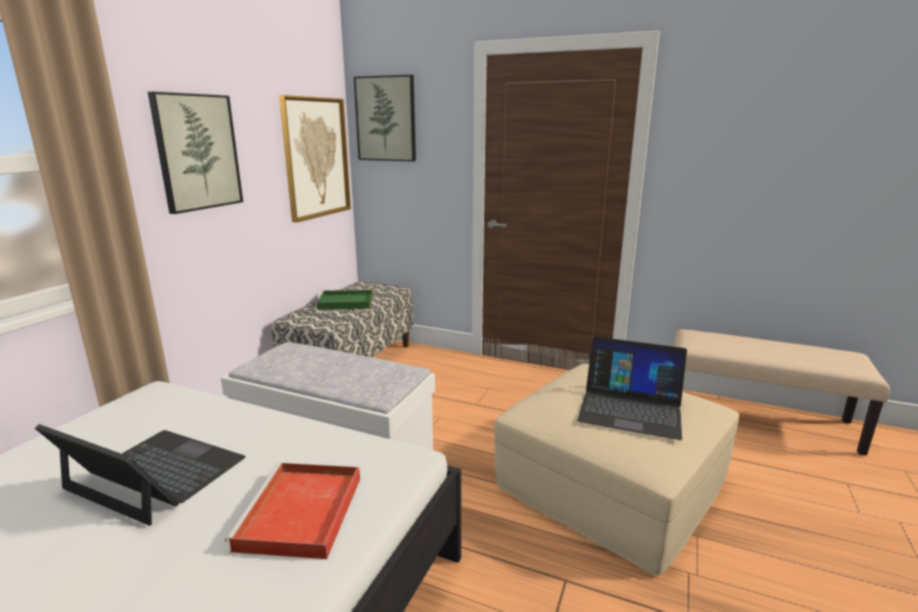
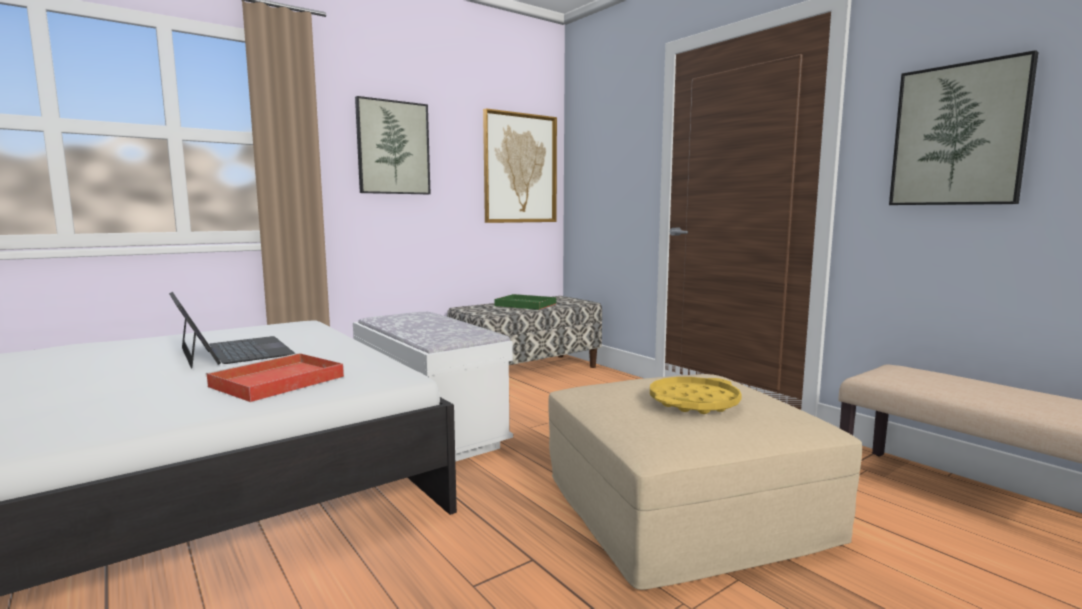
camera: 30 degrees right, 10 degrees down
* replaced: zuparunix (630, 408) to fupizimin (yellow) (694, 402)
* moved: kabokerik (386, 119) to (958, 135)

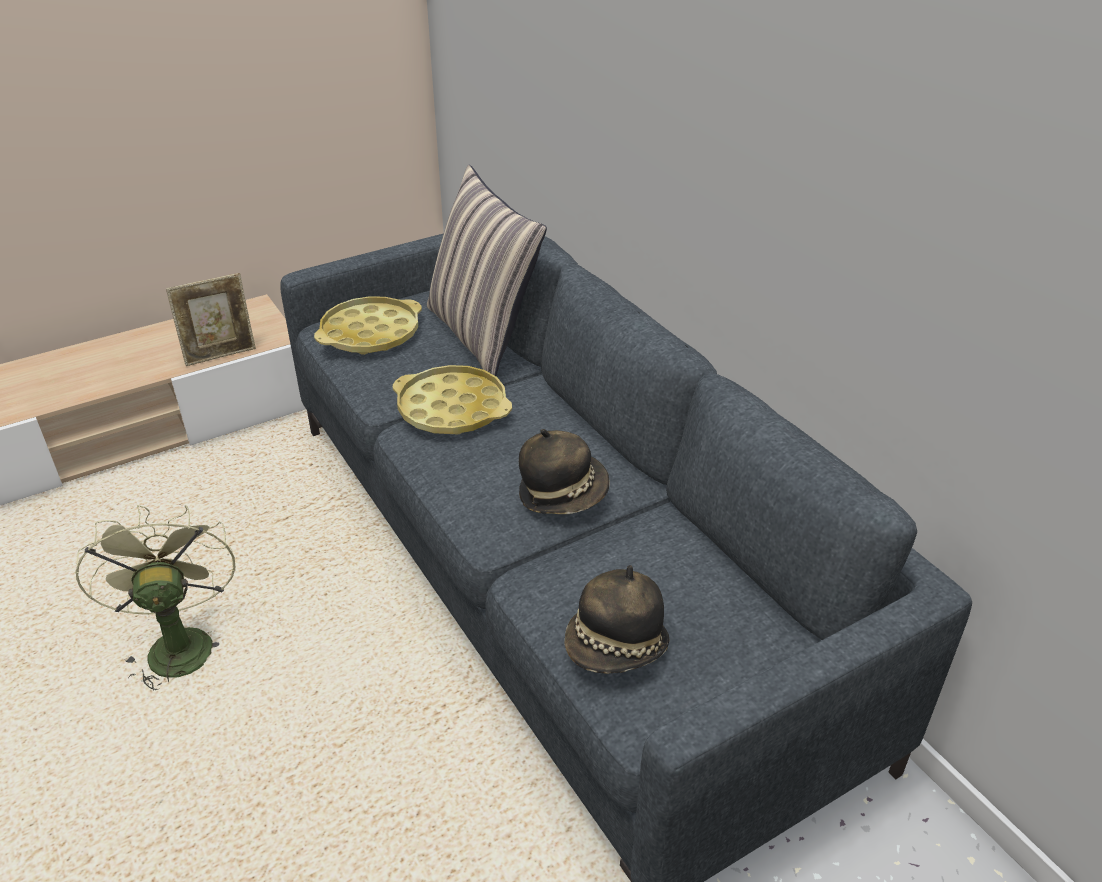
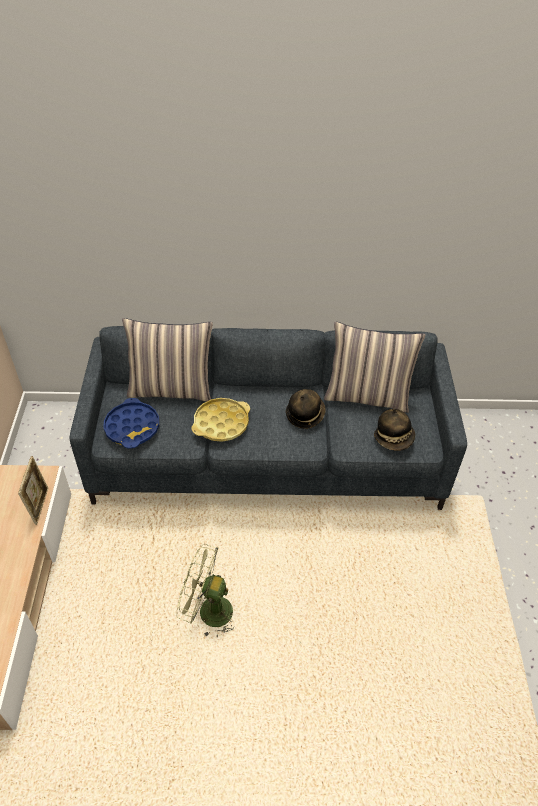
camera: 60 degrees left, 10 degrees up
* recoloured: fupizimin (yellow) (370, 333) to fupizimin (blue) (132, 427)
* added: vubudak (367, 395)

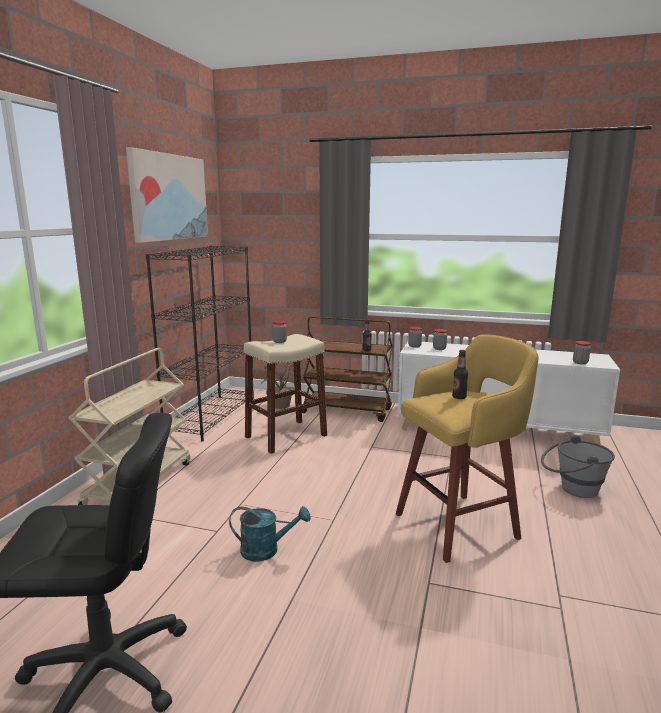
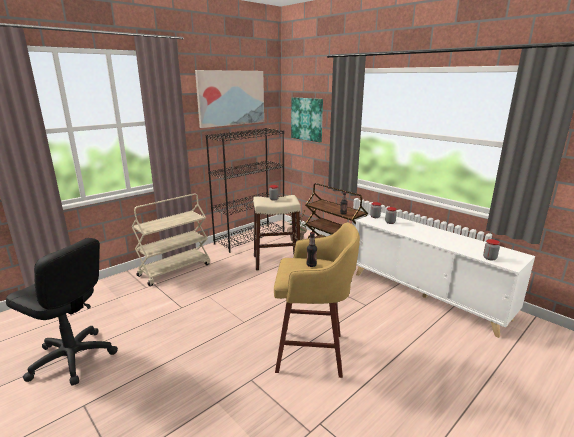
camera: 30 degrees right, 5 degrees up
* added: kabokerik (307, 119)
* removed: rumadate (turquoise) (266, 550)
* removed: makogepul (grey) (572, 489)

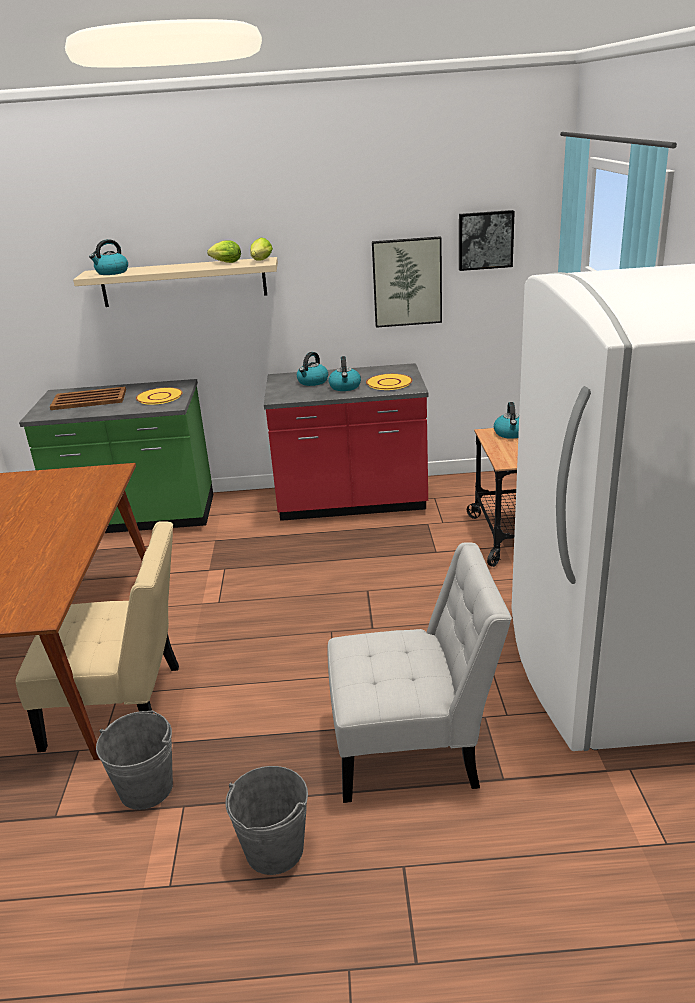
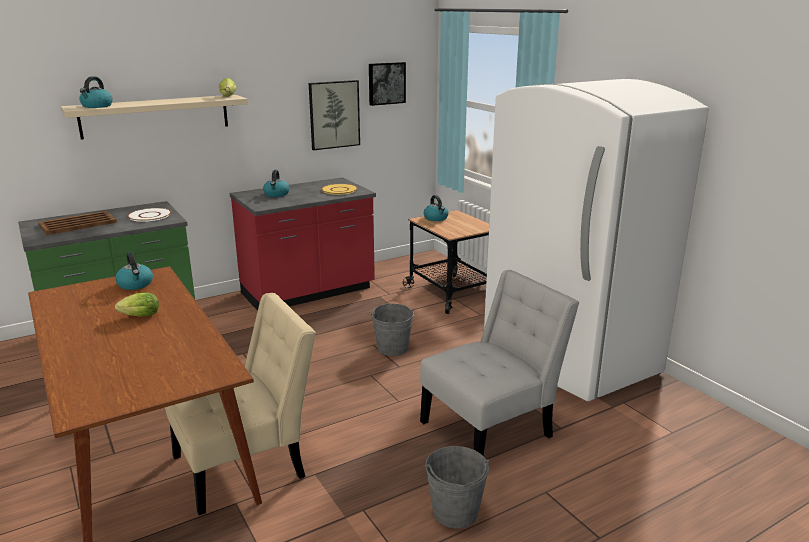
camera: 30 degrees left, 5 degrees down
* moved: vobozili (345, 387) to (135, 284)
* moved: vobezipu (224, 263) to (138, 316)
* recoloured: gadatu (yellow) (160, 397) to gadatu (white) (150, 215)
* moved: makogepul (grey) (146, 788) to (392, 348)

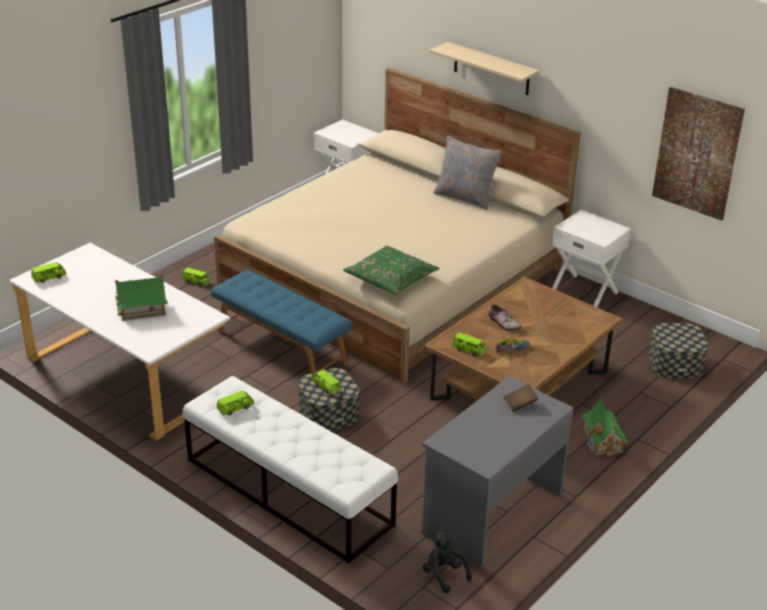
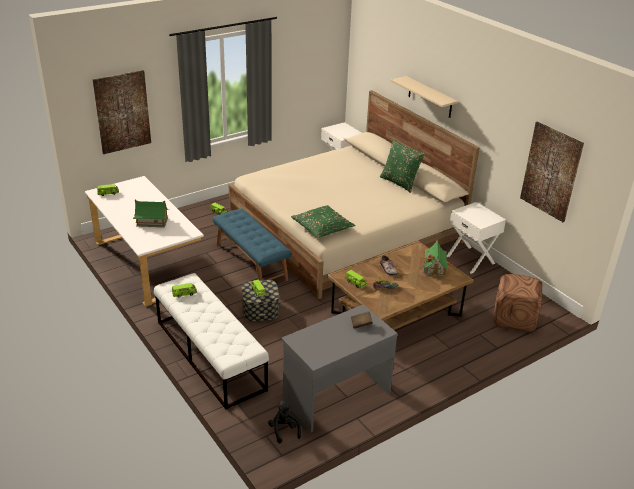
camera: 15 degrees right, 0 degrees up
* added: kabokerik (122, 112)
* recoloured: vubudak (grey) (465, 197) to vubudak (green) (400, 182)
* moved: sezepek (602, 440) to (434, 267)
* replaced: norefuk (675, 364) to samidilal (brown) (513, 319)

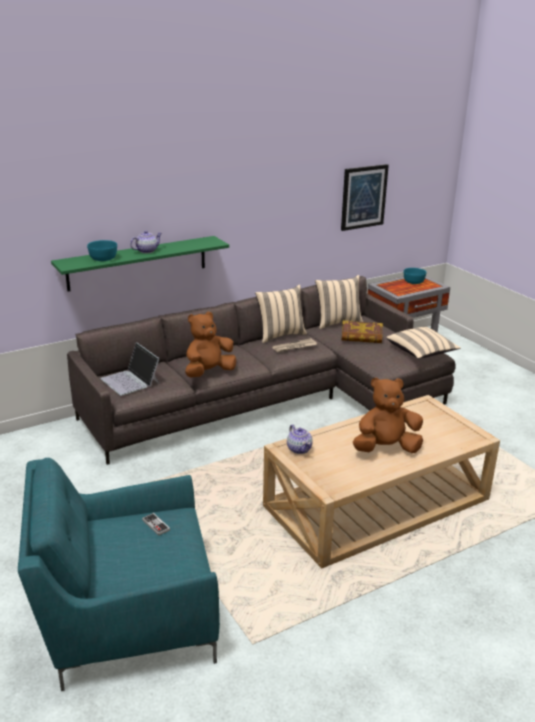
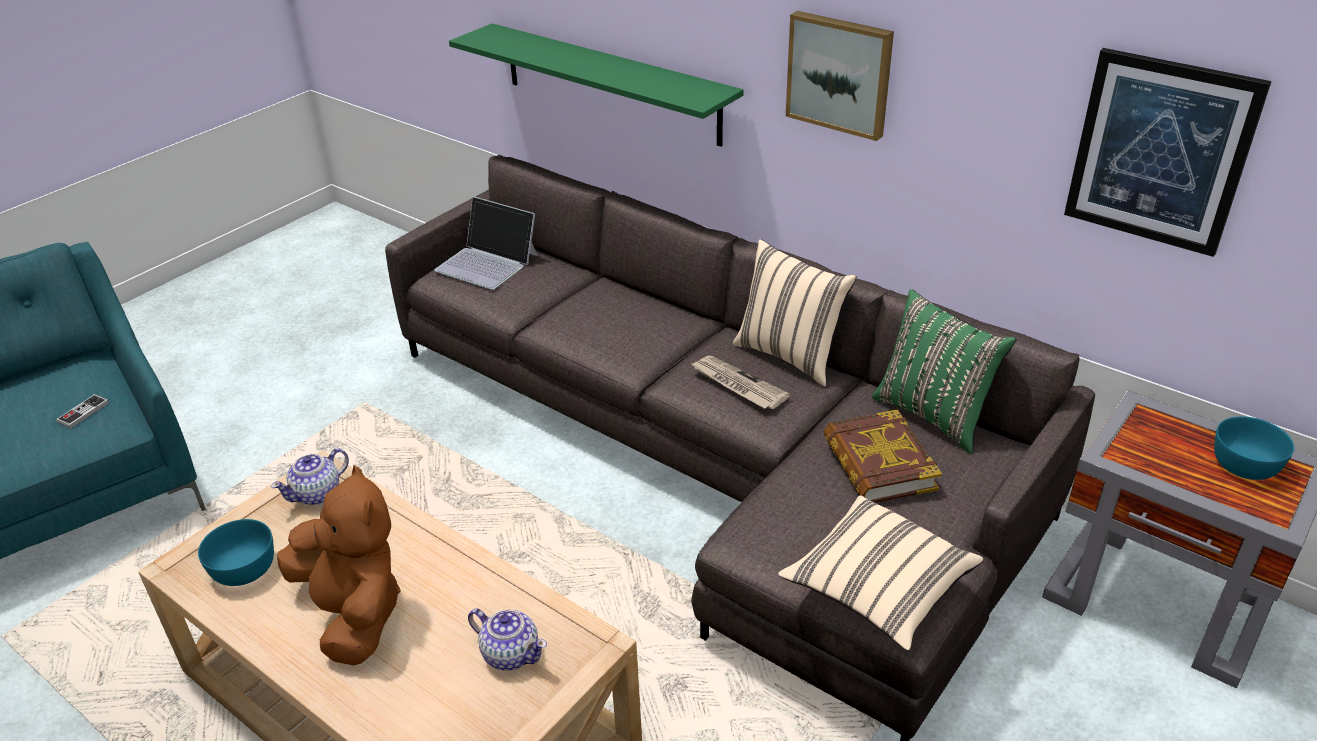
camera: 70 degrees right, 10 degrees up
* moved: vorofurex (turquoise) (103, 258) to (242, 569)
* turned: zuparunix (131, 381) = (488, 262) 90 degrees counterclockwise
* moved: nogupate (146, 251) to (510, 653)
* added: kabokerik (840, 73)
* recoloured: vubudak (beige) (337, 322) to vubudak (green) (934, 415)
* removed: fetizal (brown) (208, 372)

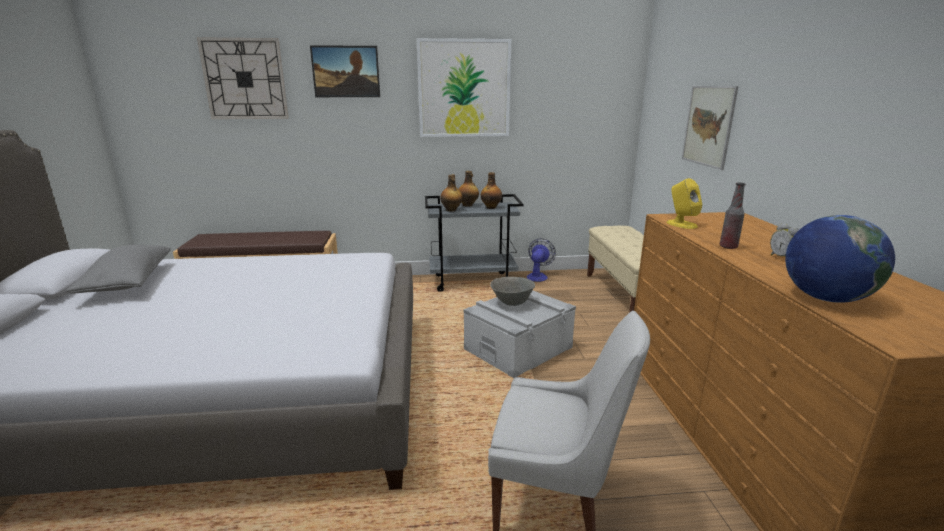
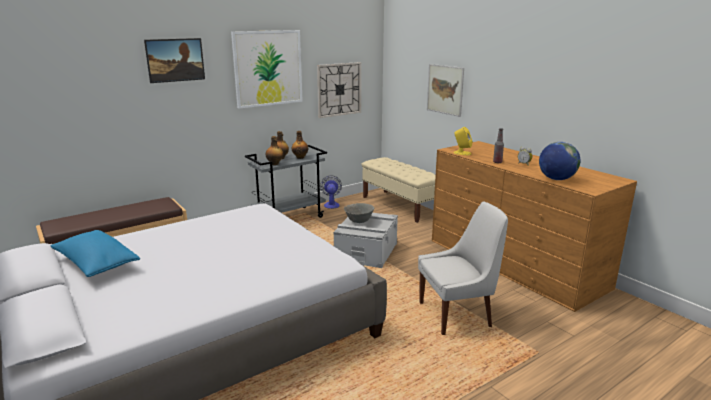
camera: 30 degrees left, 0 degrees up
* recoloured: vubudak (grey) (128, 283) to vubudak (blue) (96, 264)
* moved: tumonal (245, 79) to (339, 89)

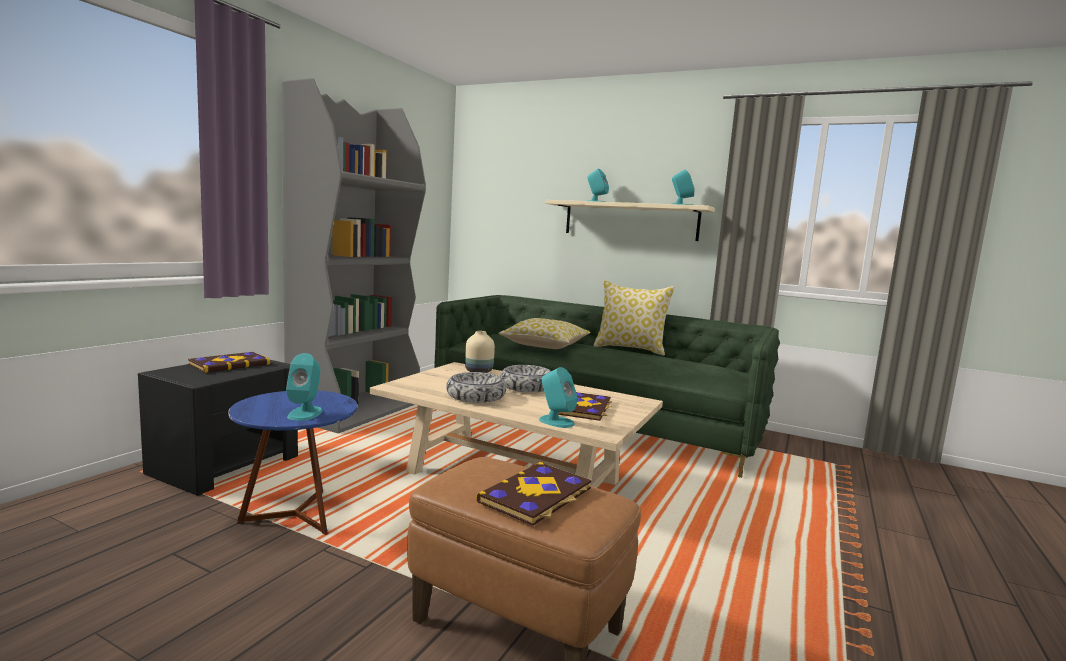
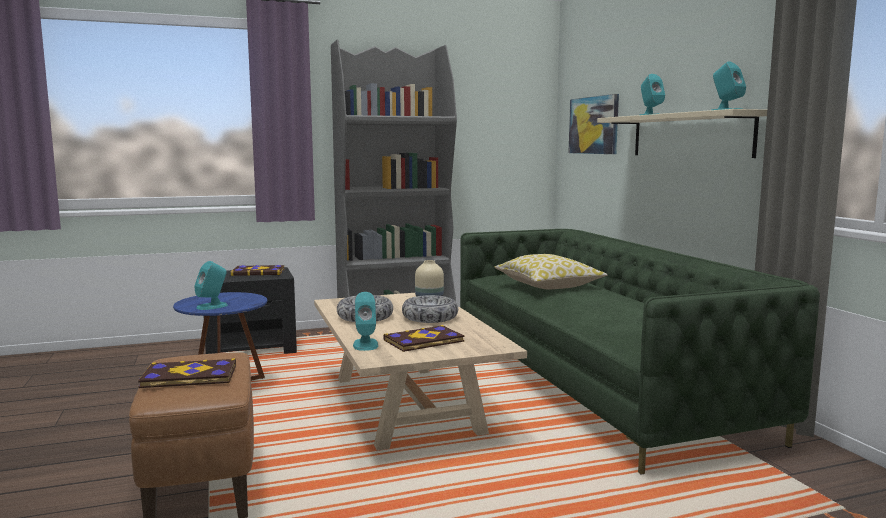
camera: 45 degrees right, 0 degrees up
* added: kabokerik (594, 125)
* removed: vubudak (630, 349)

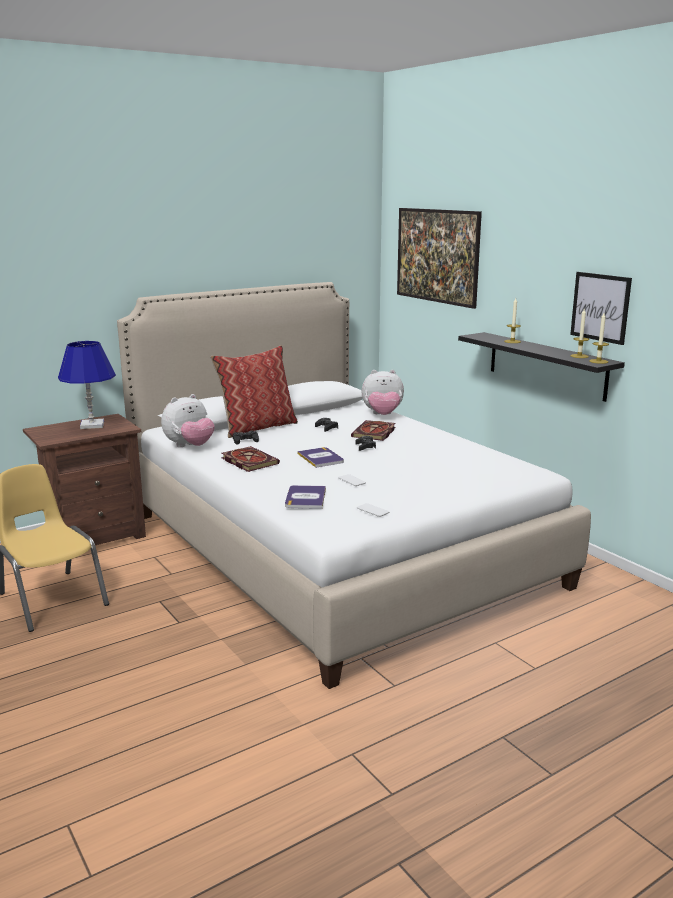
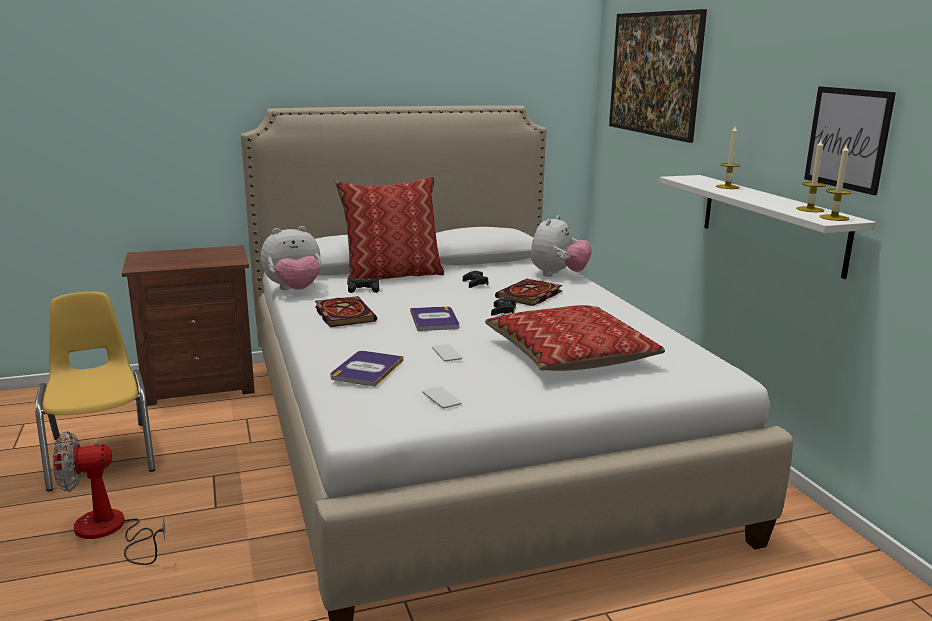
camera: 15 degrees right, 0 degrees up
* added: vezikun (110, 531)
* added: vubudak (570, 354)
* turned: fetizal (382, 415) = (558, 275) 75 degrees counterclockwise
* recoloured: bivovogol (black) (546, 365) to bivovogol (white) (771, 222)
* removed: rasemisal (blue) (92, 425)

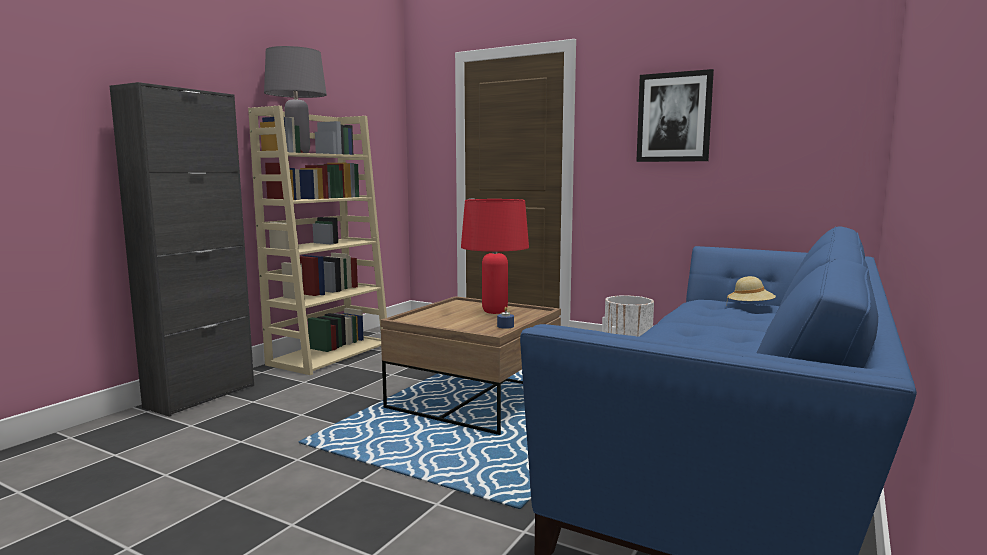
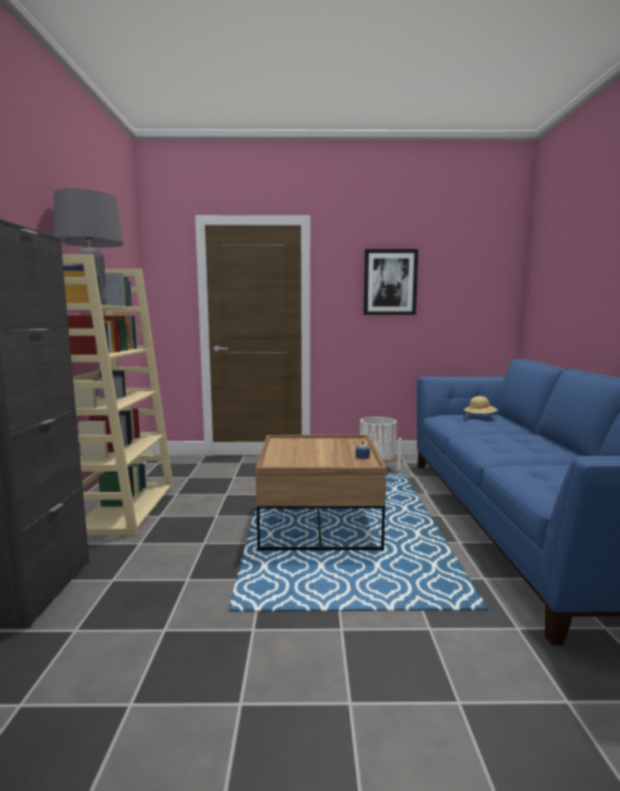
camera: 30 degrees left, 0 degrees up
* removed: rasemisal (red) (494, 311)

